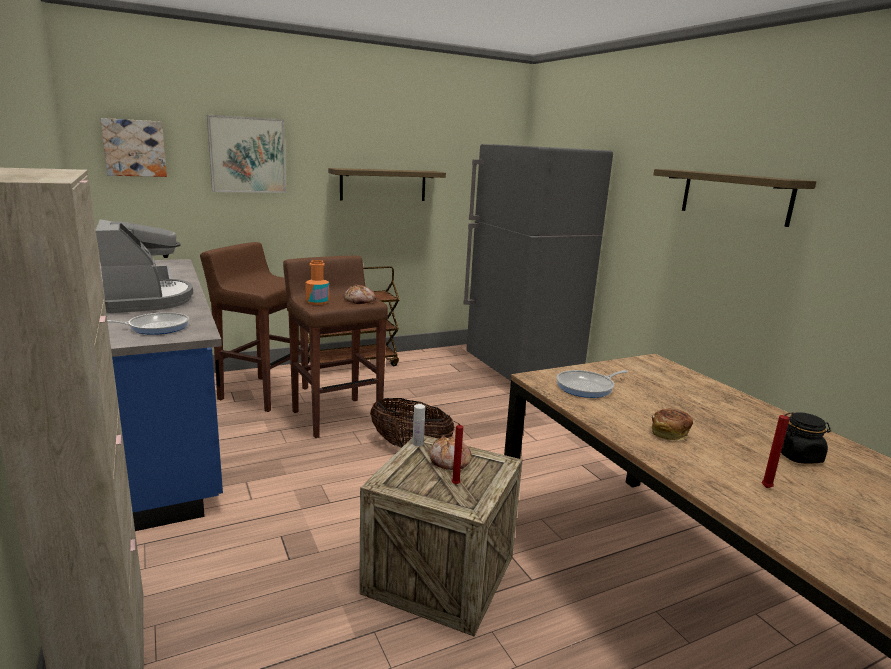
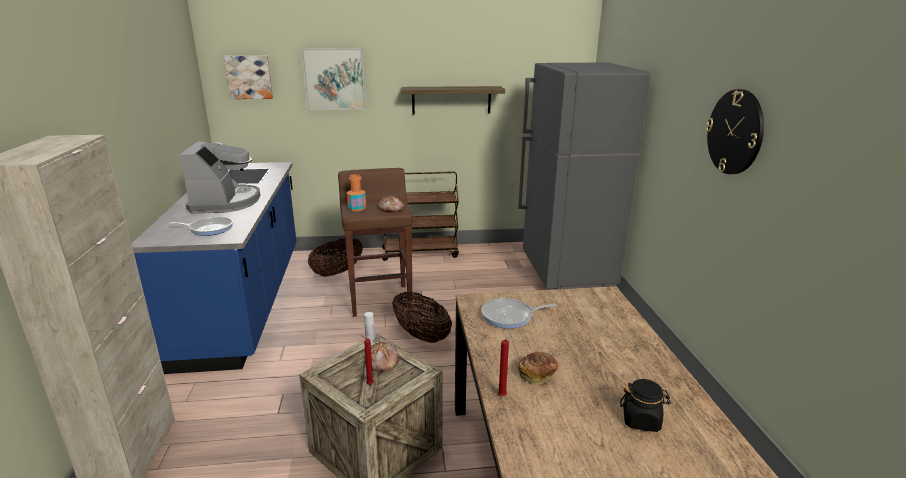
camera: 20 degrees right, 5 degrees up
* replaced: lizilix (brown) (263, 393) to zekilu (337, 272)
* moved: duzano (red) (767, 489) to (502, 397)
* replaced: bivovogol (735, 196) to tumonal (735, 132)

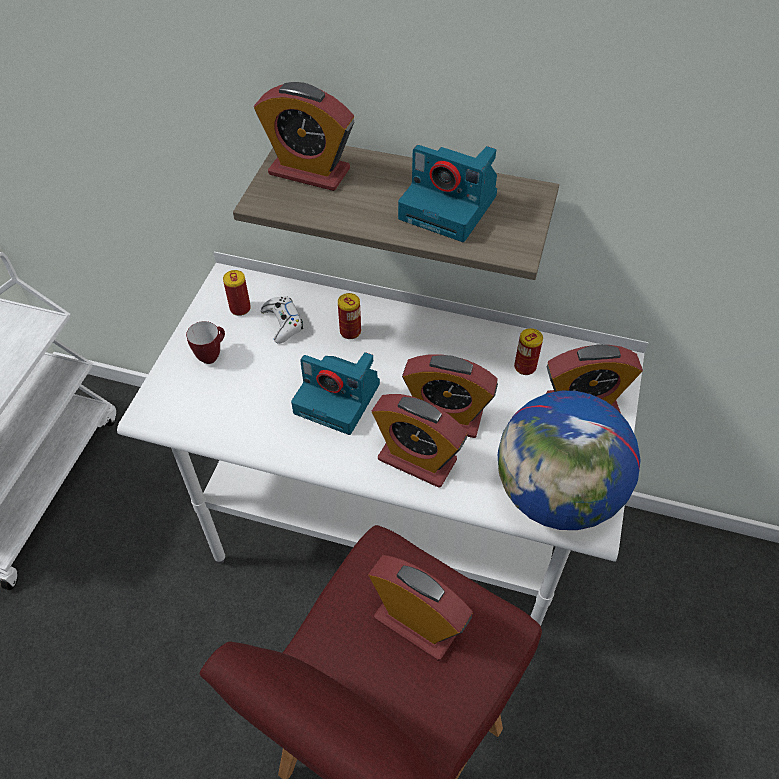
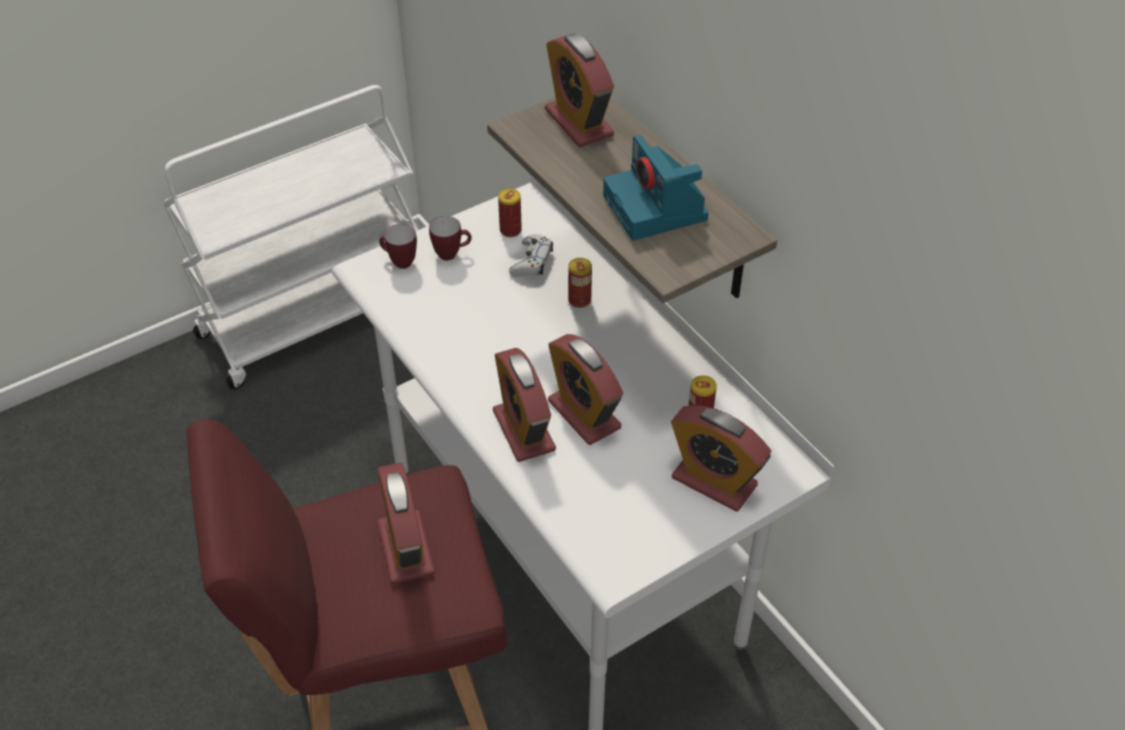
camera: 40 degrees right, 5 degrees down
* added: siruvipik (399, 262)
* removed: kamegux (339, 398)
* removed: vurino (556, 495)

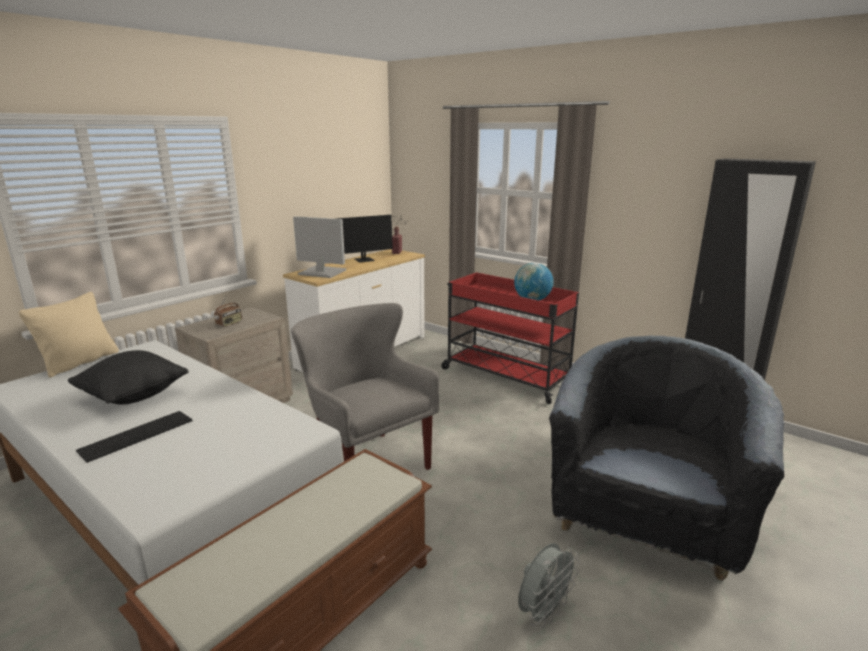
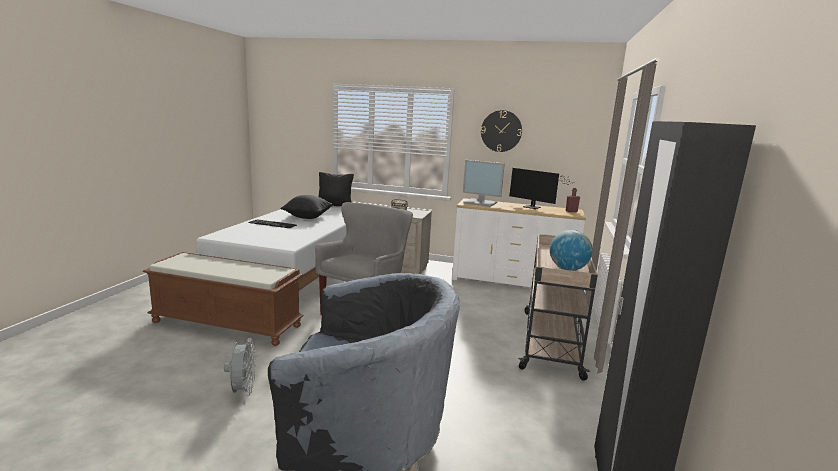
camera: 65 degrees right, 5 degrees down
* turned: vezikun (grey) (543, 612) = (243, 390) 120 degrees counterclockwise
* recoloured: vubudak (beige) (80, 362) to vubudak (black) (335, 205)
* turned: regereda (321, 272) = (481, 203) 120 degrees clockwise
* added: tumonal (501, 131)
* recoloured: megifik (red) (505, 376) to megifik (beige) (550, 341)

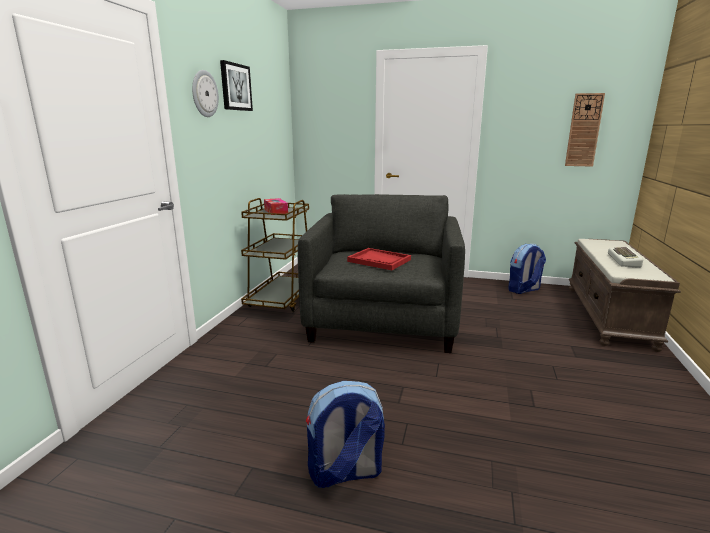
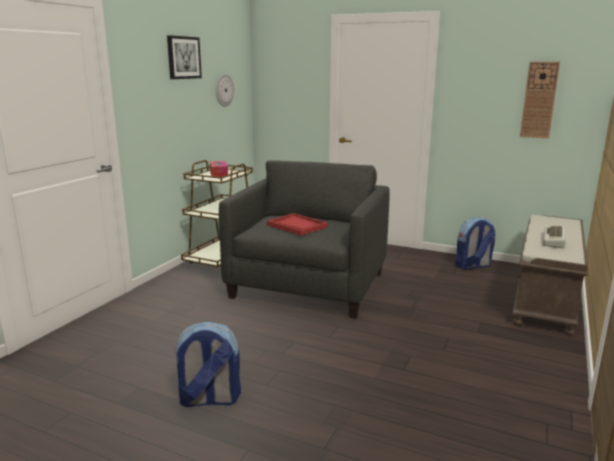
camera: 10 degrees right, 0 degrees up
* moved: tumonal (204, 94) to (224, 90)

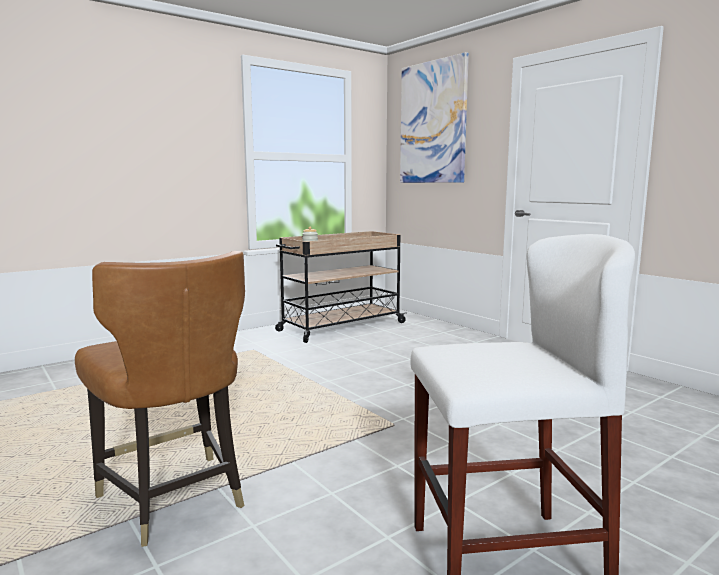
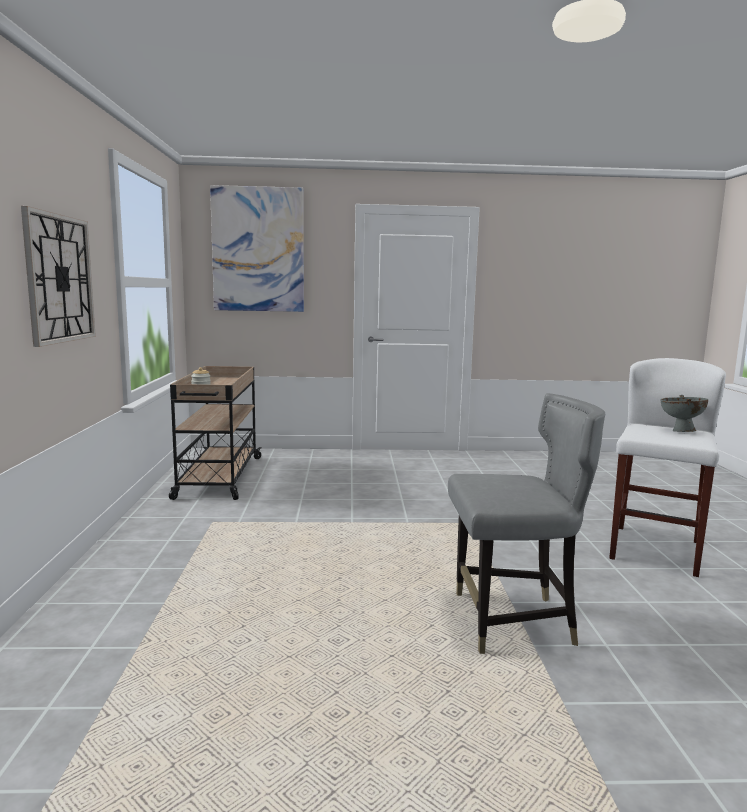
camera: 55 degrees left, 0 degrees up
* added: tumonal (59, 279)
* recoloured: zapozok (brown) (173, 499) to zapozok (grey) (512, 622)
* added: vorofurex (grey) (680, 431)

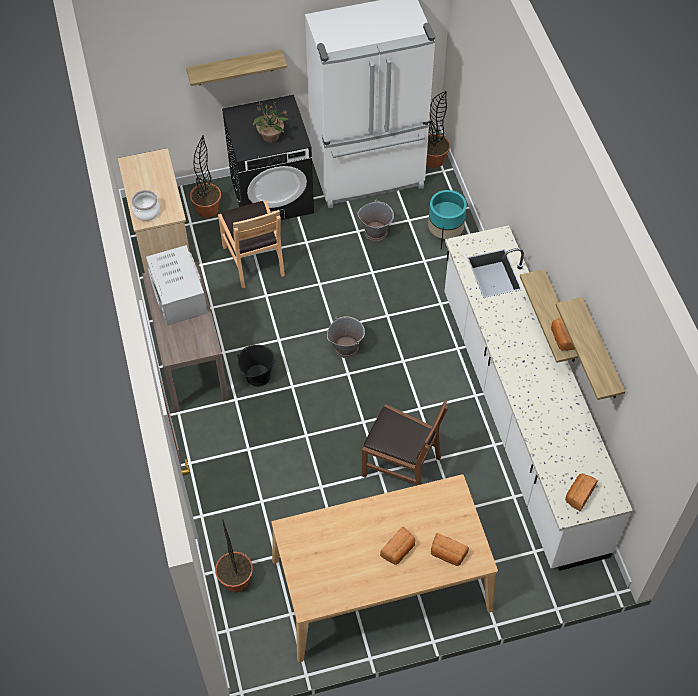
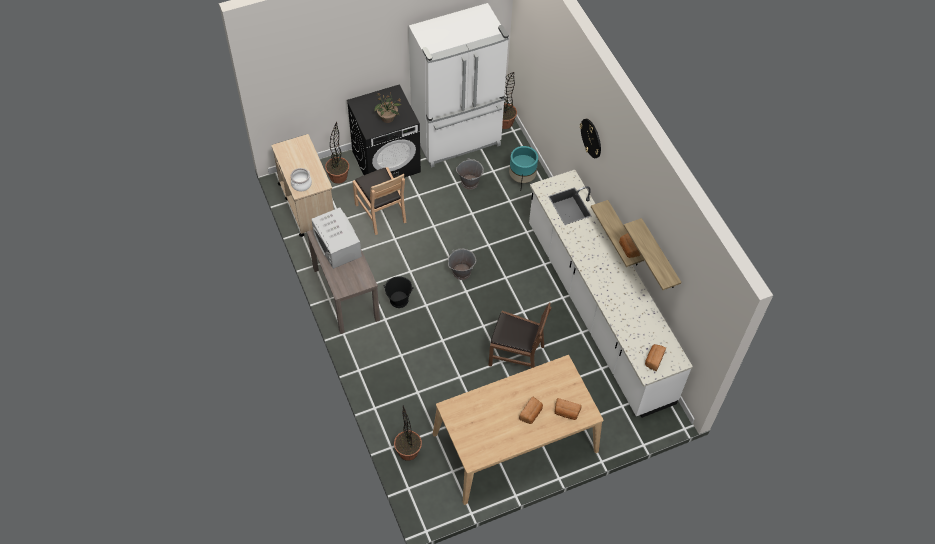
camera: 10 degrees left, 0 degrees up
* added: tumonal (591, 138)
* removed: bivovogol (235, 67)

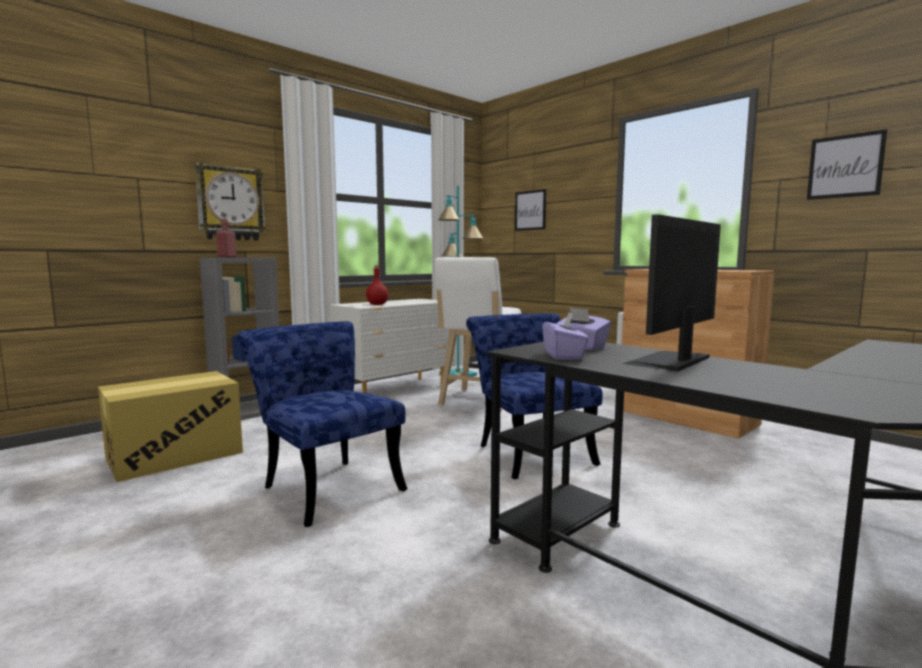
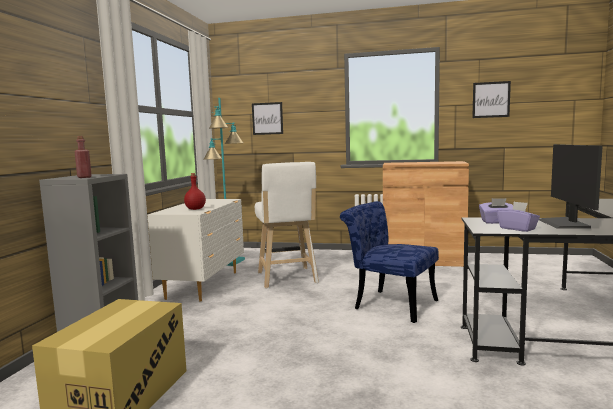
camera: 35 degrees left, 0 degrees up
* removed: tumonal (230, 203)
* removed: zapozok (blue) (326, 486)

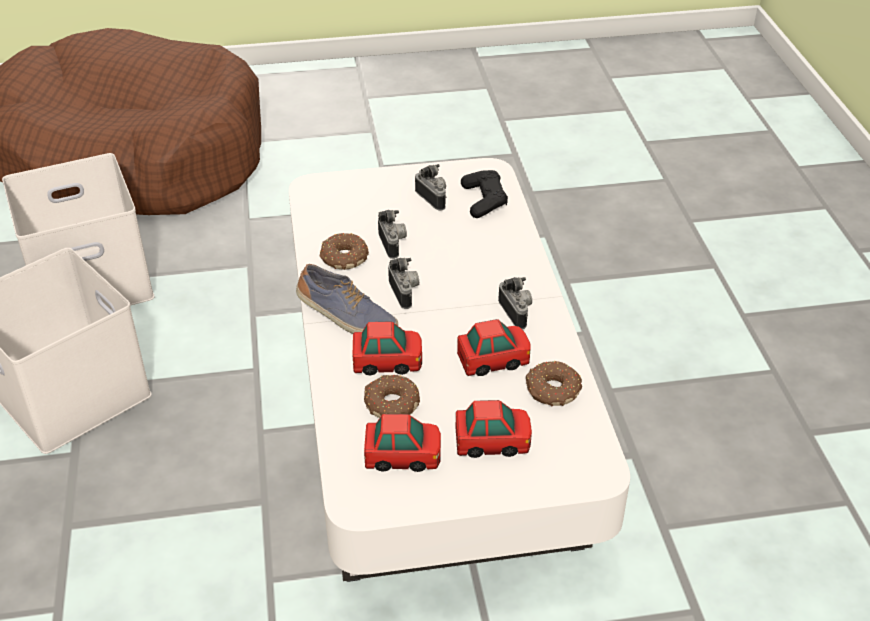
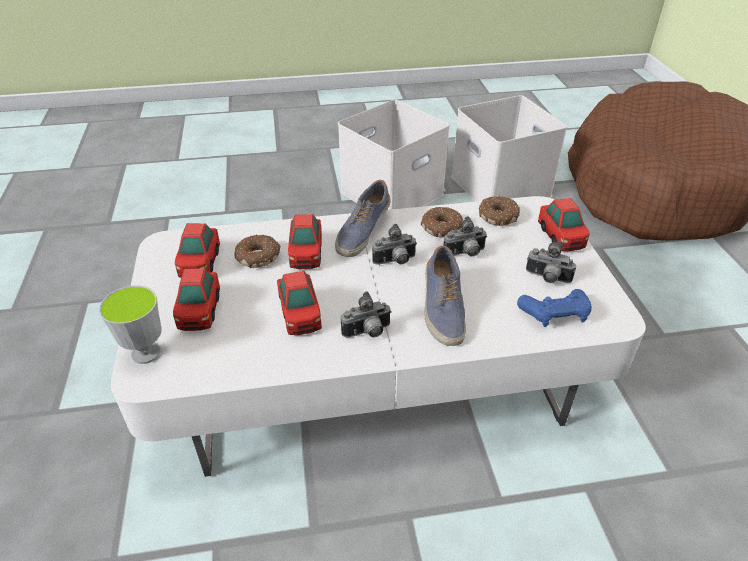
camera: 90 degrees right, 0 degrees up
* added: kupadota (146, 353)
* added: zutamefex (442, 309)
* moved: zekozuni (552, 390) to (497, 216)
* recoloured: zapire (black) (484, 200) to zapire (blue) (554, 314)
* turned: kamegux (434, 198) = (547, 278) 60 degrees clockwise
* added: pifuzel (561, 237)

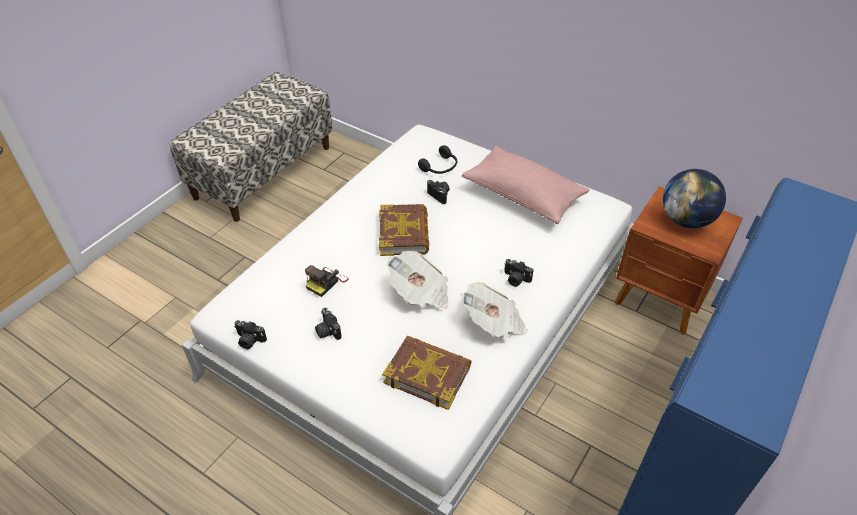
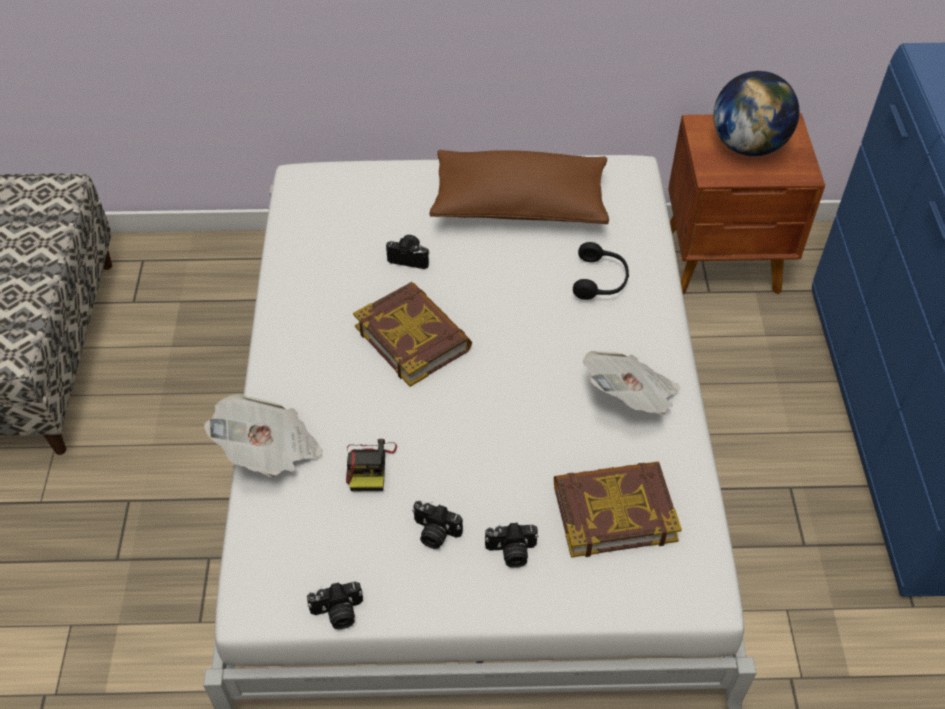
camera: 35 degrees left, 5 degrees up
* moved: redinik (420, 292) to (269, 451)
* recoloured: vubudak (pink) (523, 195) to vubudak (brown) (519, 205)
* moved: kamegux (515, 279) to (511, 552)
* moved: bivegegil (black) (440, 167) to (601, 280)

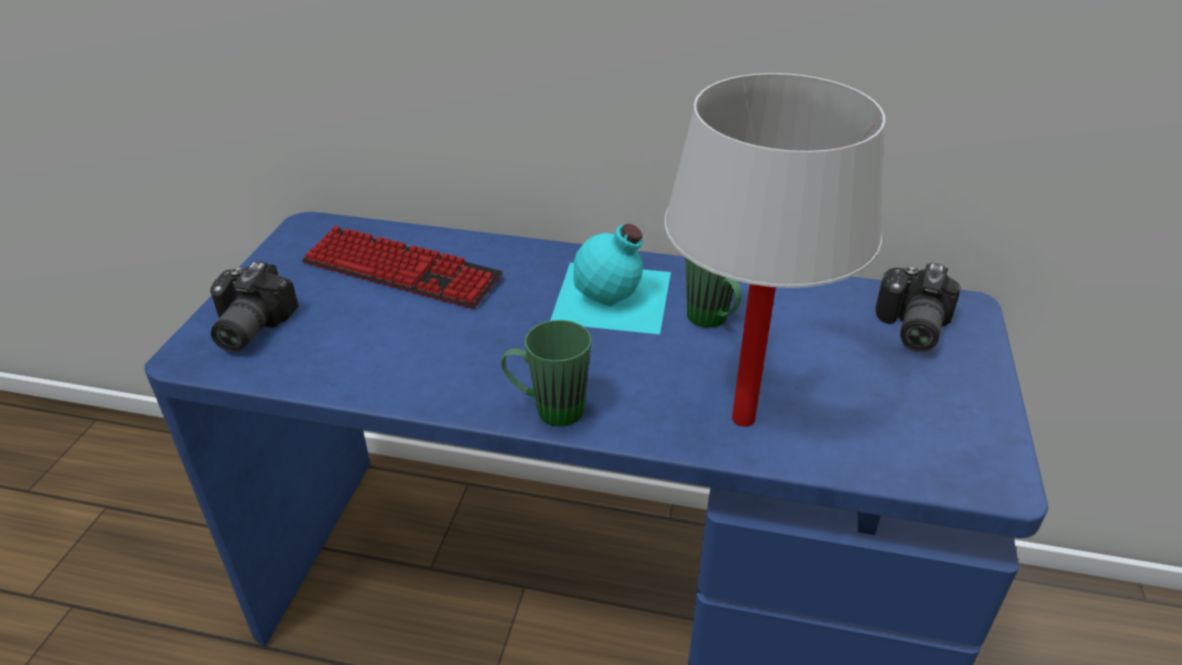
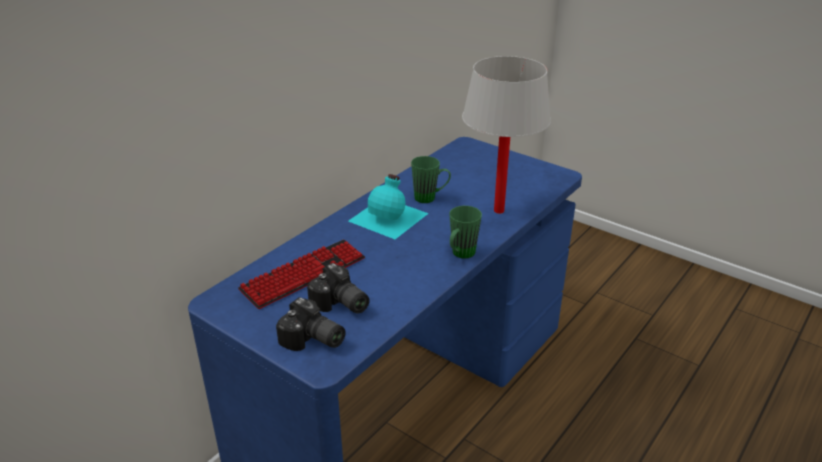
camera: 65 degrees left, 5 degrees down
* moved: kamegux (909, 328) to (340, 305)

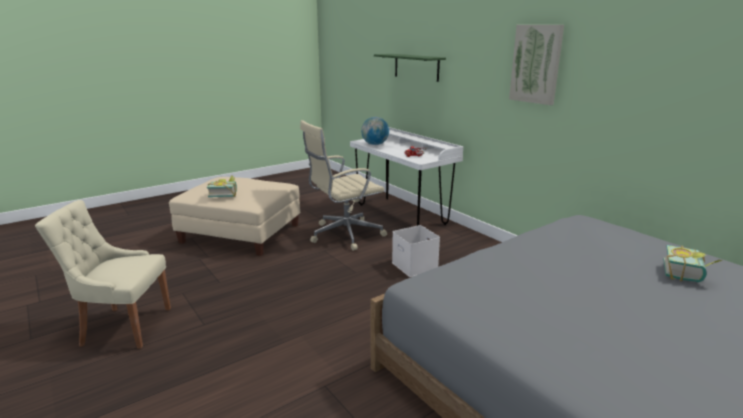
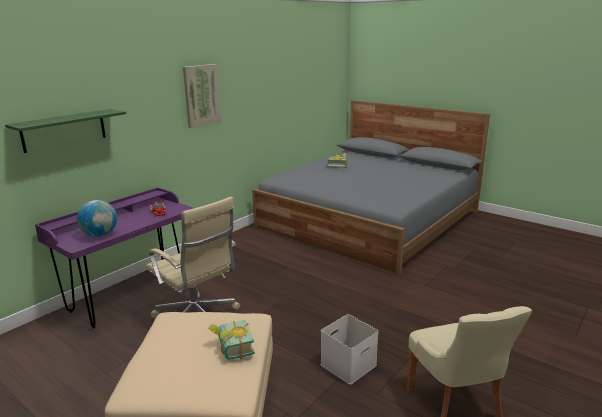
camera: 105 degrees left, 0 degrees up
* recoloured: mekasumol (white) (401, 214) to mekasumol (purple) (132, 295)
* moved: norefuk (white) (413, 265) to (348, 365)

